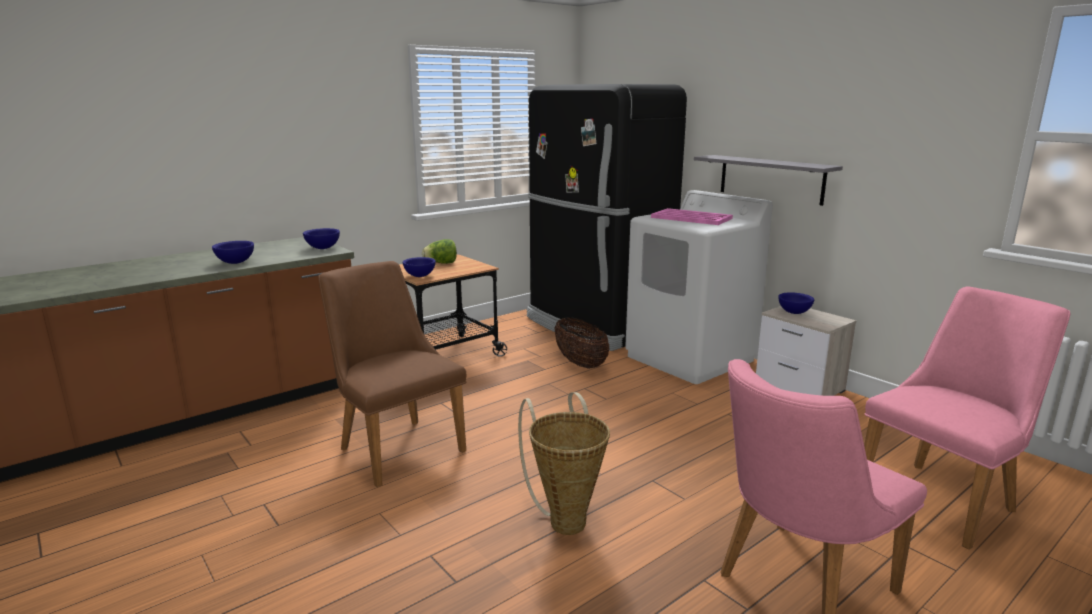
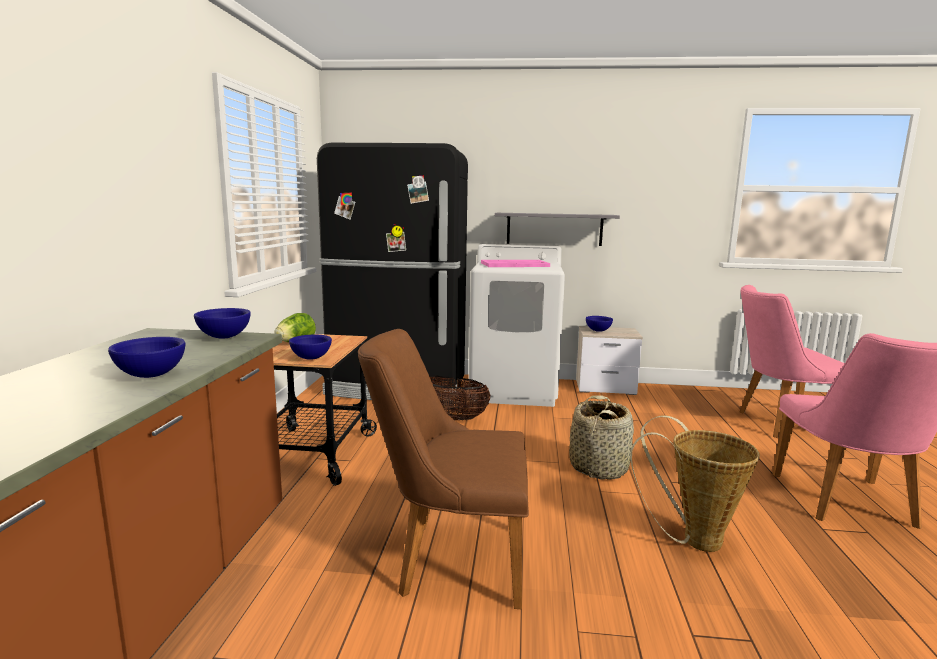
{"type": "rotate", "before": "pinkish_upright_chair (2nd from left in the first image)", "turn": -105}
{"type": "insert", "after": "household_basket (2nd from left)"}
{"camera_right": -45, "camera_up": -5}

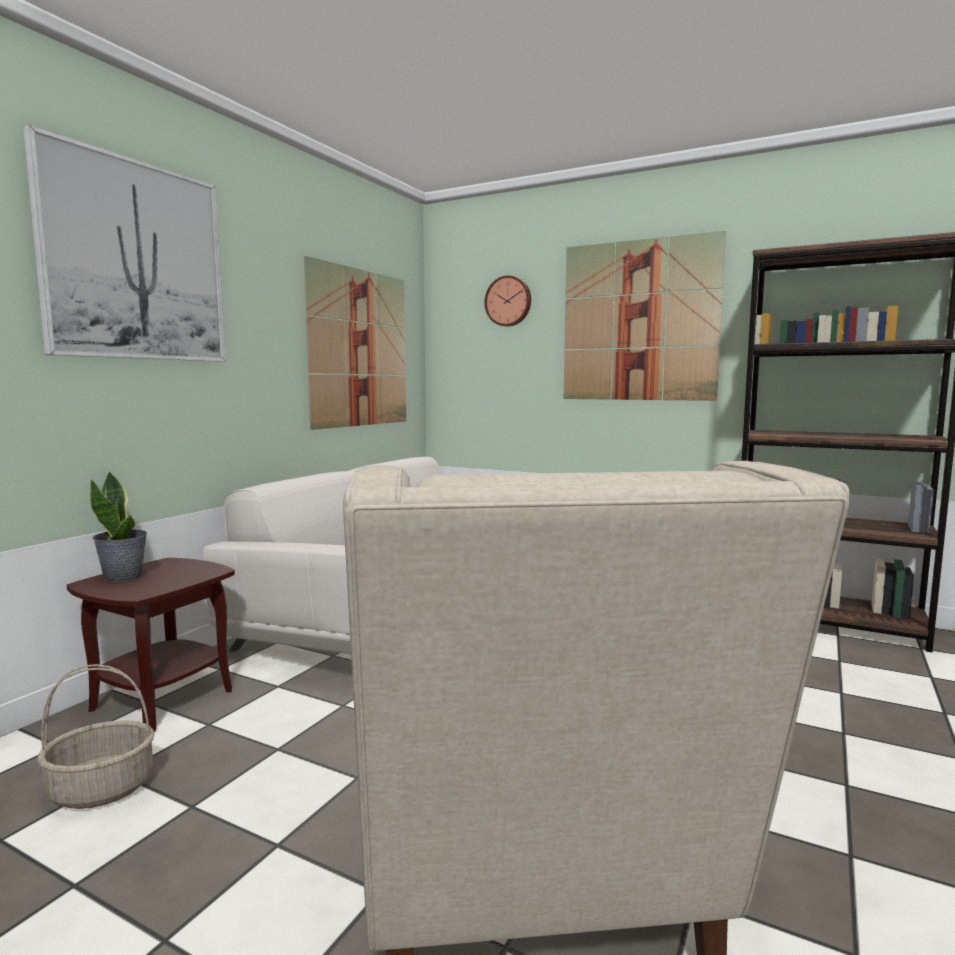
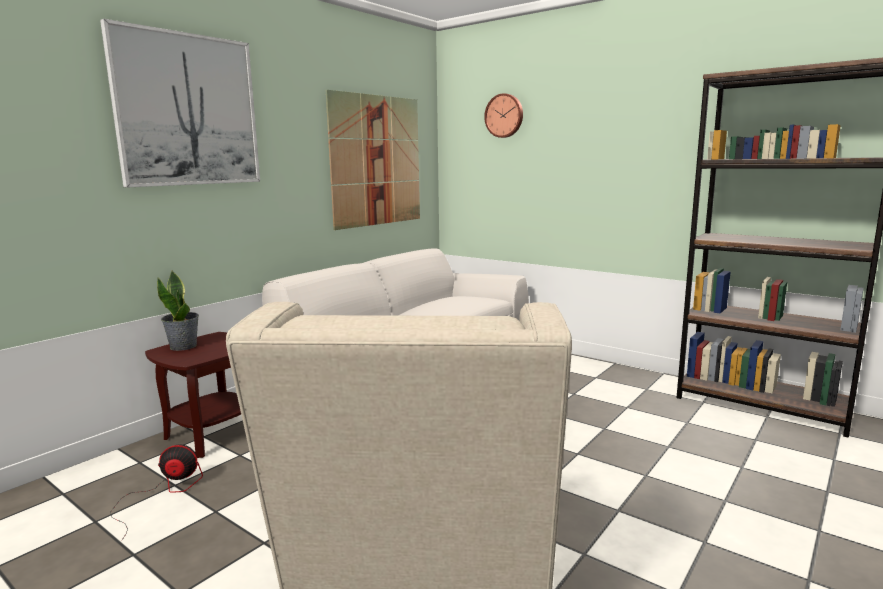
{"type": "delete", "before": "picture (3rd from left)"}
{"type": "replace", "before": "household_basket", "after": "cooling_fan"}
{"camera_right": 10, "camera_up": 5}

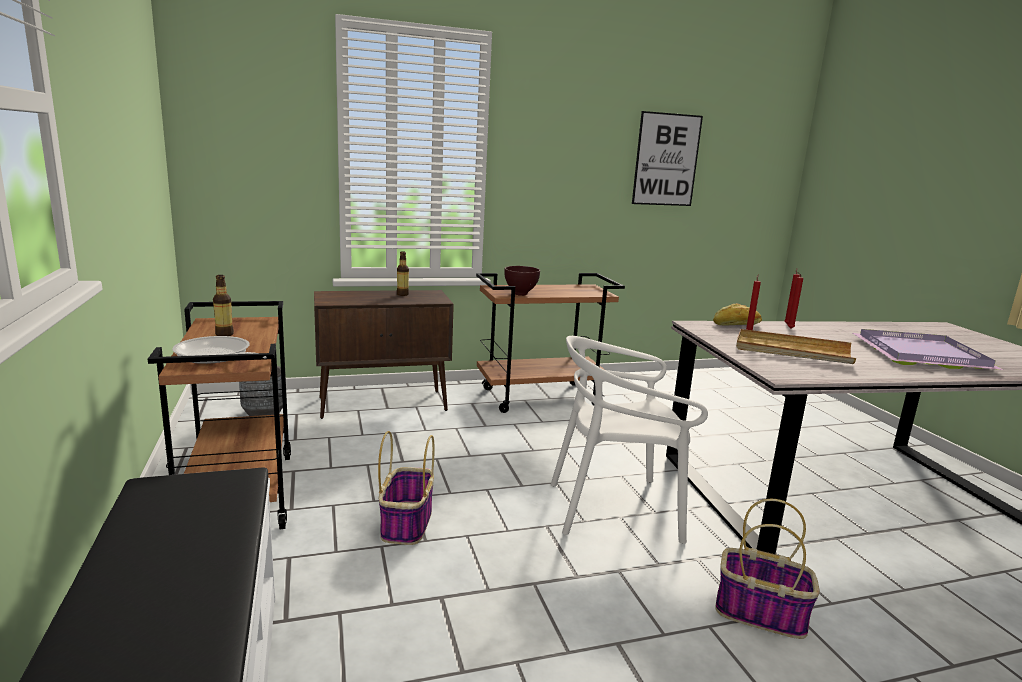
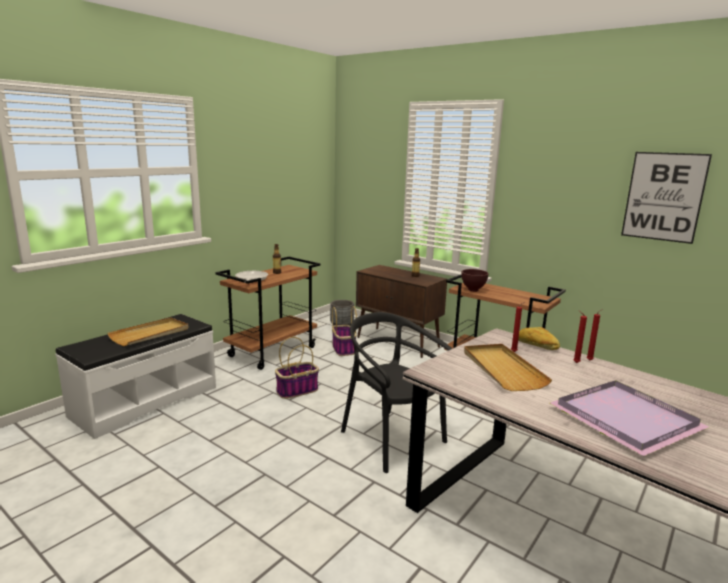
{"type": "recolor", "before": "white_upright_chair", "after": "black-coloured_upright_chair"}
{"type": "move", "before": "household_basket (2nd from left)"}
{"type": "insert", "after": "beige_serving_tray (1st from left)"}
{"camera_right": 55, "camera_up": 0}

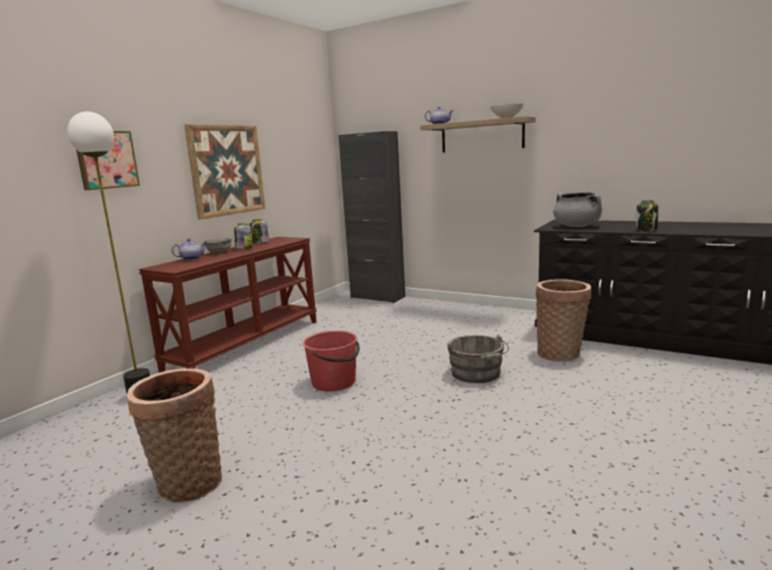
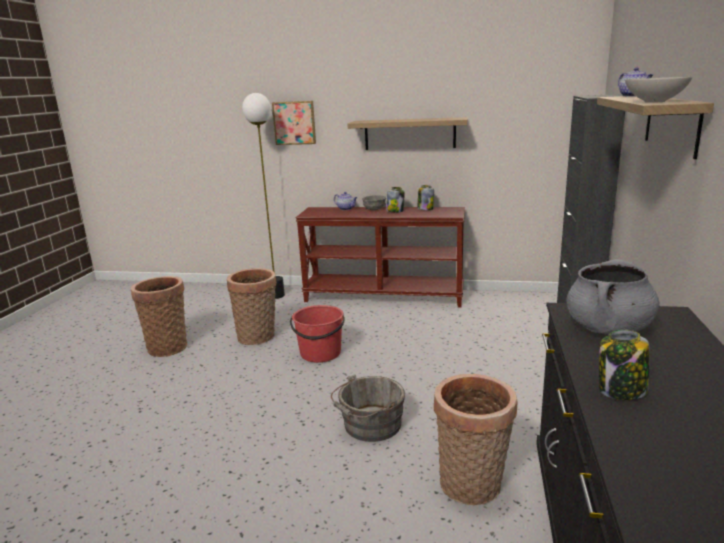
{"type": "replace", "before": "picture (2nd from left)", "after": "wall_shelf (1st from left)"}
{"type": "insert", "after": "household_basket (2nd from left)"}
{"camera_right": 70, "camera_up": 5}

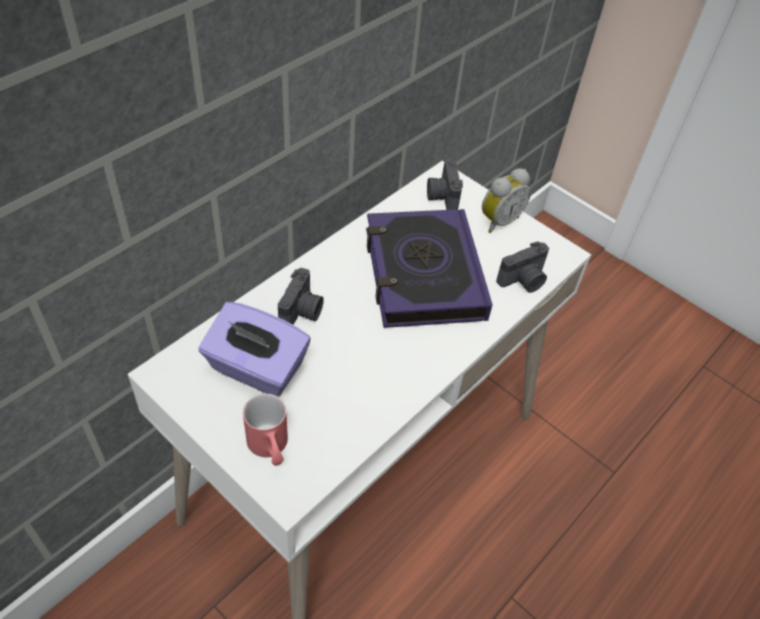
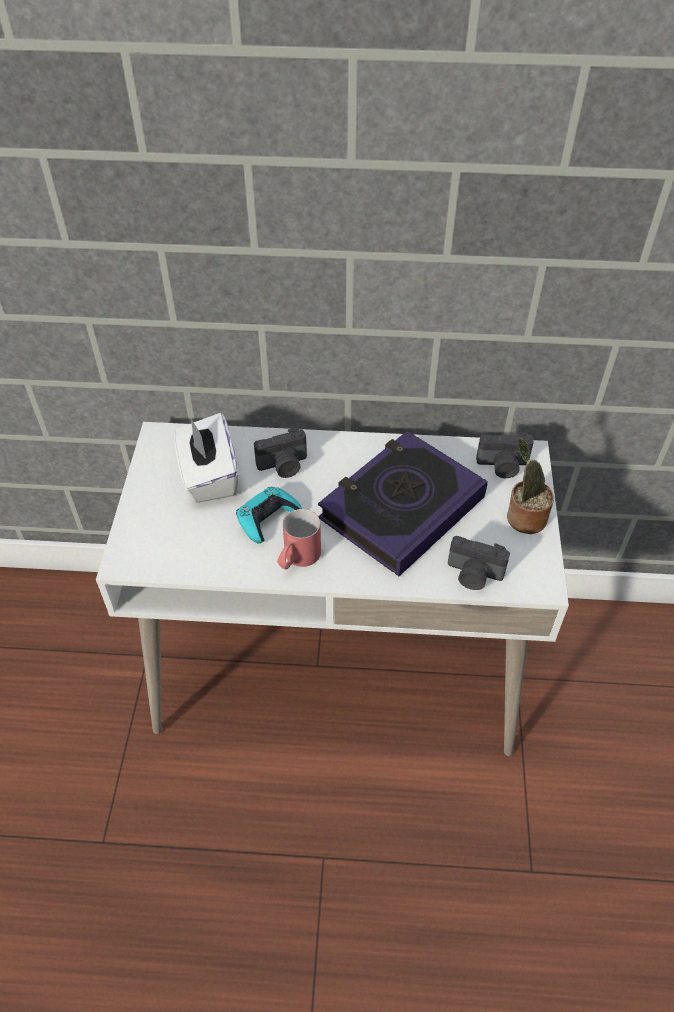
{"type": "rotate", "before": "photo_camera (2nd from left in the first image)", "turn": -135}
{"type": "replace", "before": "table_clock", "after": "houseplant"}
{"type": "recolor", "before": "purplish_tissue_holder", "after": "white_tissue_holder"}
{"type": "move", "before": "red-coloured_mug"}
{"type": "insert", "after": "turquoise_game_controller"}
{"camera_right": 55, "camera_up": 0}

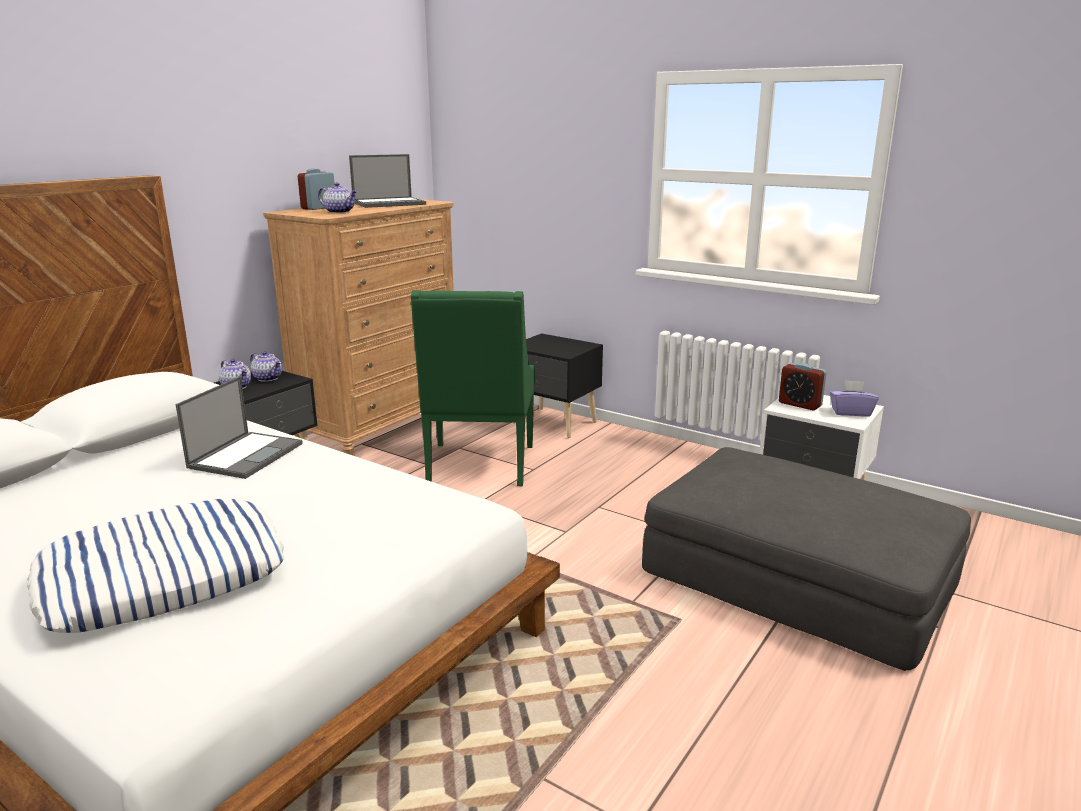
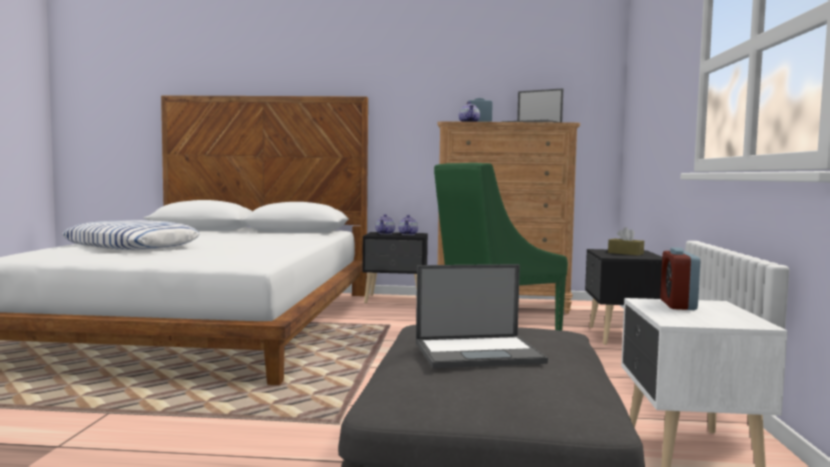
{"type": "move", "before": "portable_computer (1st from left)"}
{"type": "delete", "before": "purplish_tissue_holder"}
{"type": "insert", "after": "brown_tissue_holder"}
{"camera_right": 60, "camera_up": -15}

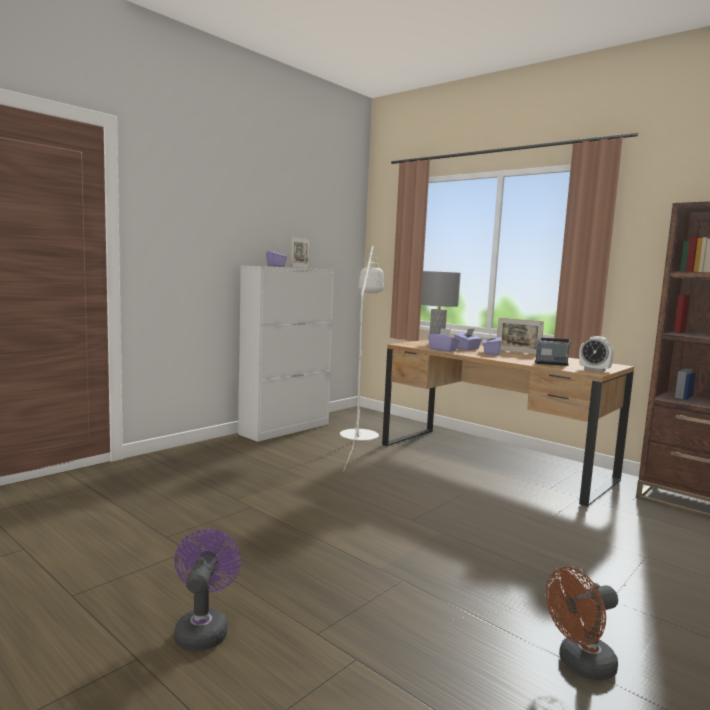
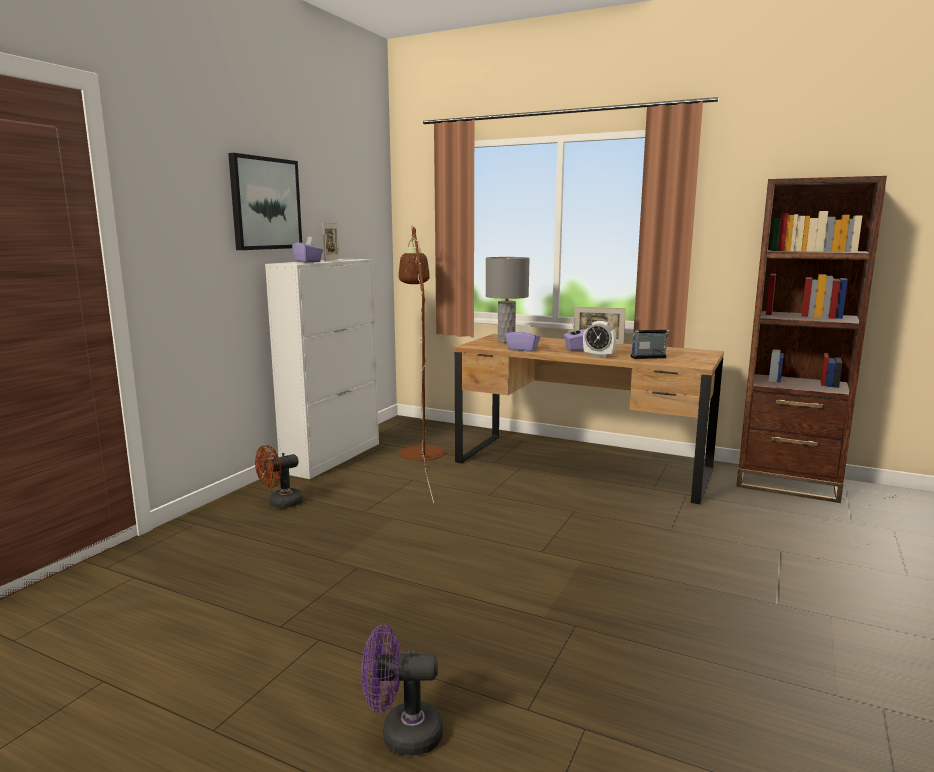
{"type": "recolor", "before": "white_floor_lamp", "after": "brown_floor_lamp"}
{"type": "delete", "before": "purplish_tissue_holder (3rd from left)"}
{"type": "move", "before": "table_clock"}
{"type": "rotate", "before": "purplish_cooling_fan", "turn": -75}
{"type": "move", "before": "brown_cooling_fan"}
{"type": "insert", "after": "picture"}
{"camera_right": -15, "camera_up": 5}

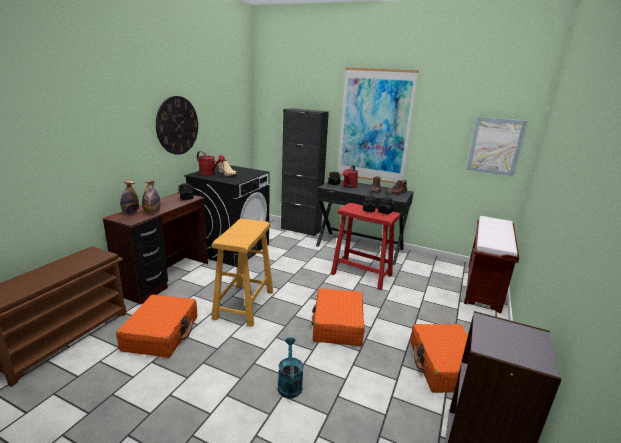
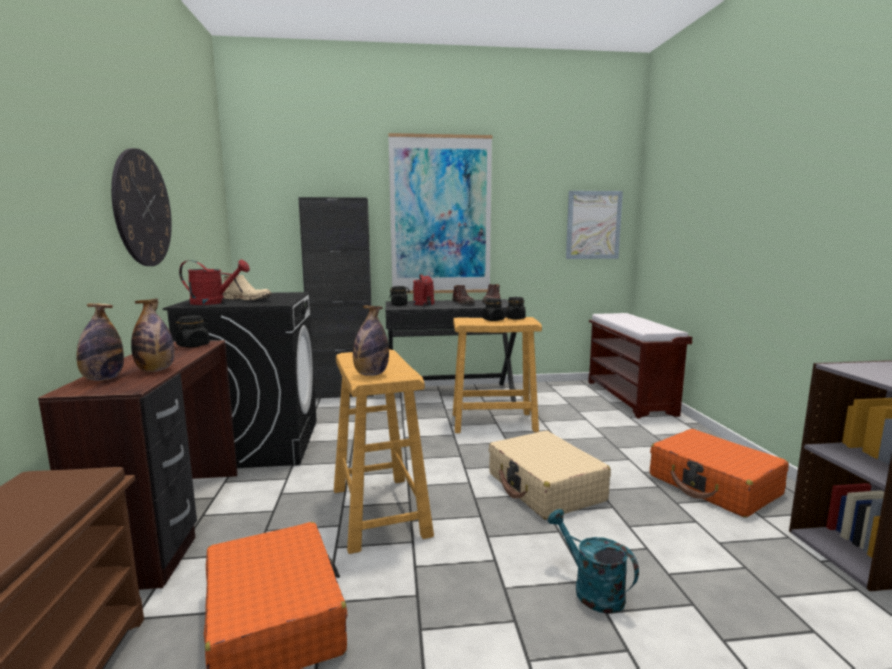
{"type": "recolor", "before": "red-coloured_stool_seat", "after": "beige_stool_seat (2nd from left)"}
{"type": "recolor", "before": "orange-coloured_travel_case (2nd from left)", "after": "beige_travel_case"}
{"type": "insert", "after": "bottle (3rd from left)"}
{"camera_right": -30, "camera_up": -10}

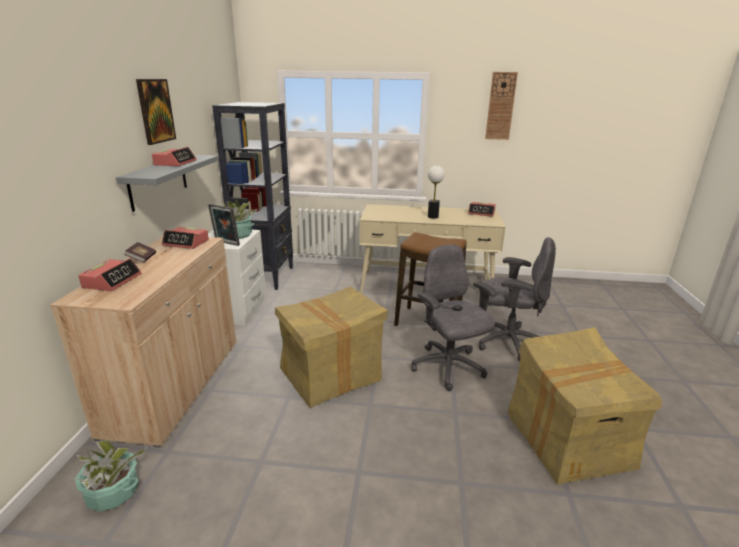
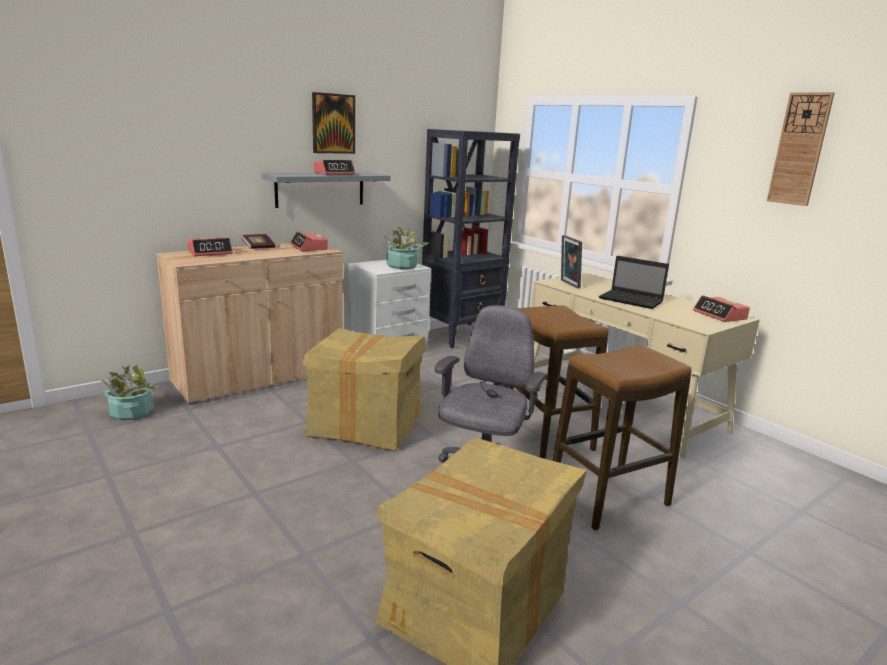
{"type": "replace", "before": "table_lamp", "after": "portable_computer"}
{"type": "move", "before": "standing_frame"}
{"type": "replace", "before": "grey_computer_chair (2nd from left)", "after": "stool_seat (2nd from left)"}
{"camera_right": 45, "camera_up": -5}

